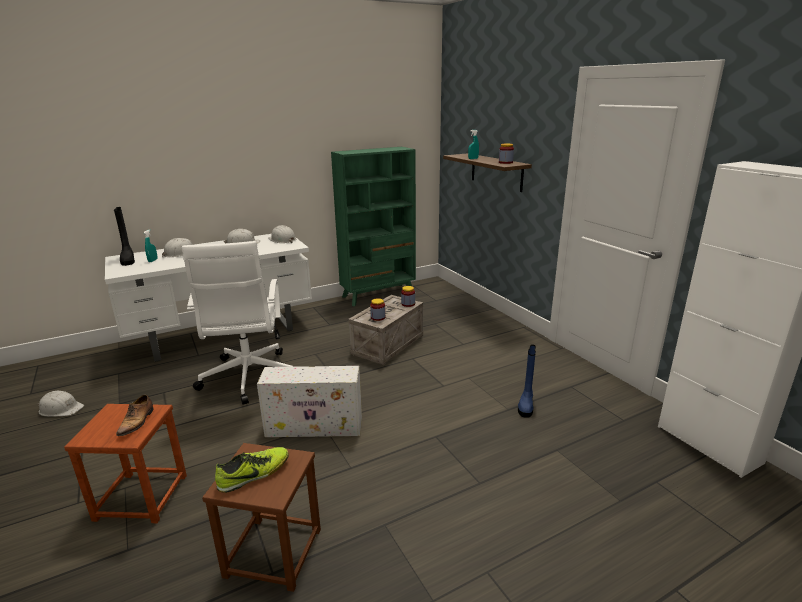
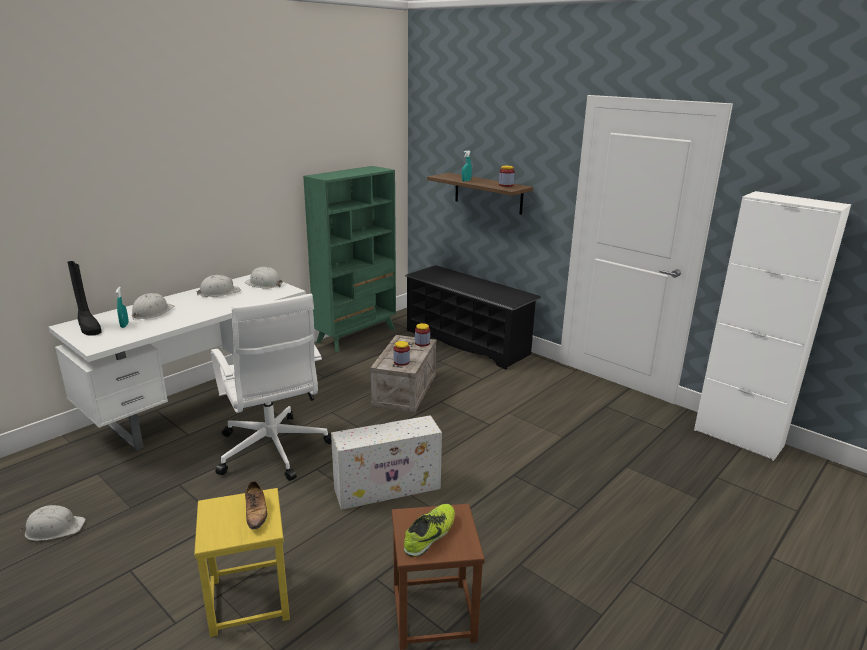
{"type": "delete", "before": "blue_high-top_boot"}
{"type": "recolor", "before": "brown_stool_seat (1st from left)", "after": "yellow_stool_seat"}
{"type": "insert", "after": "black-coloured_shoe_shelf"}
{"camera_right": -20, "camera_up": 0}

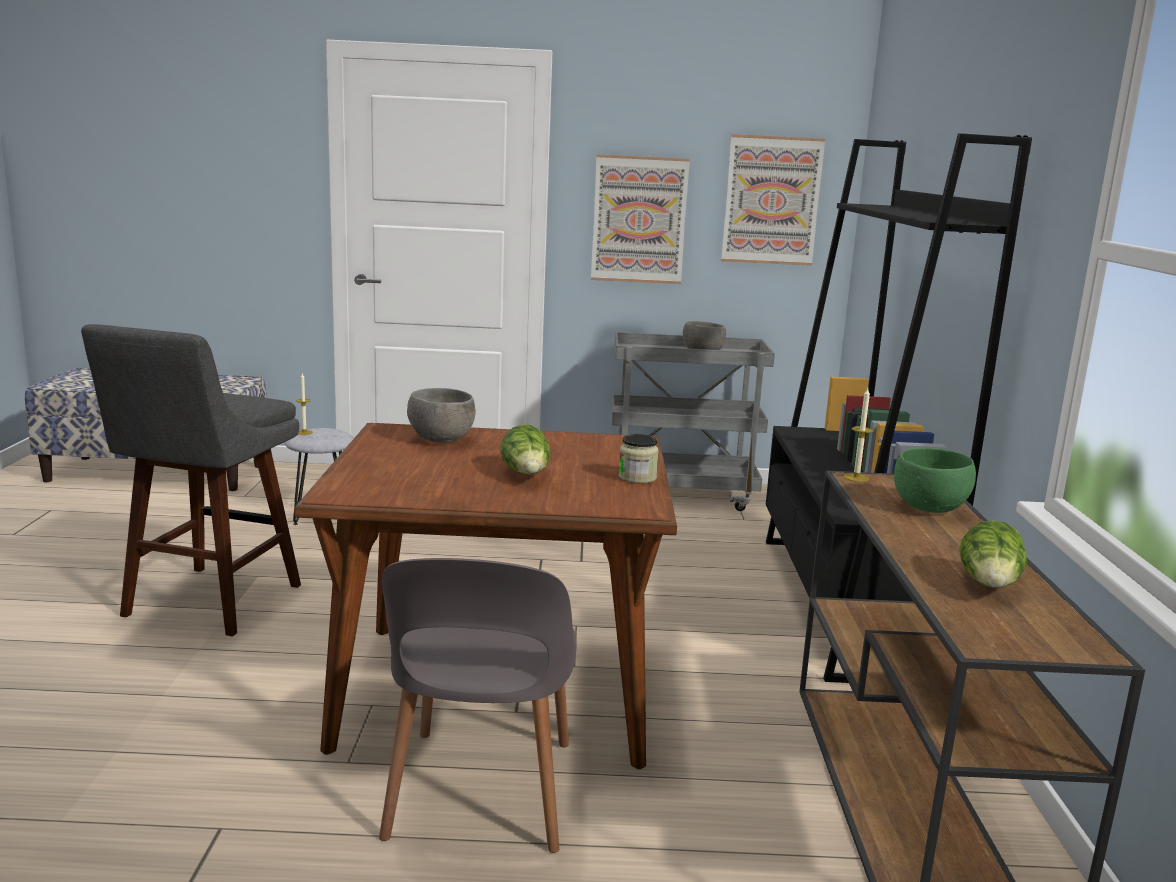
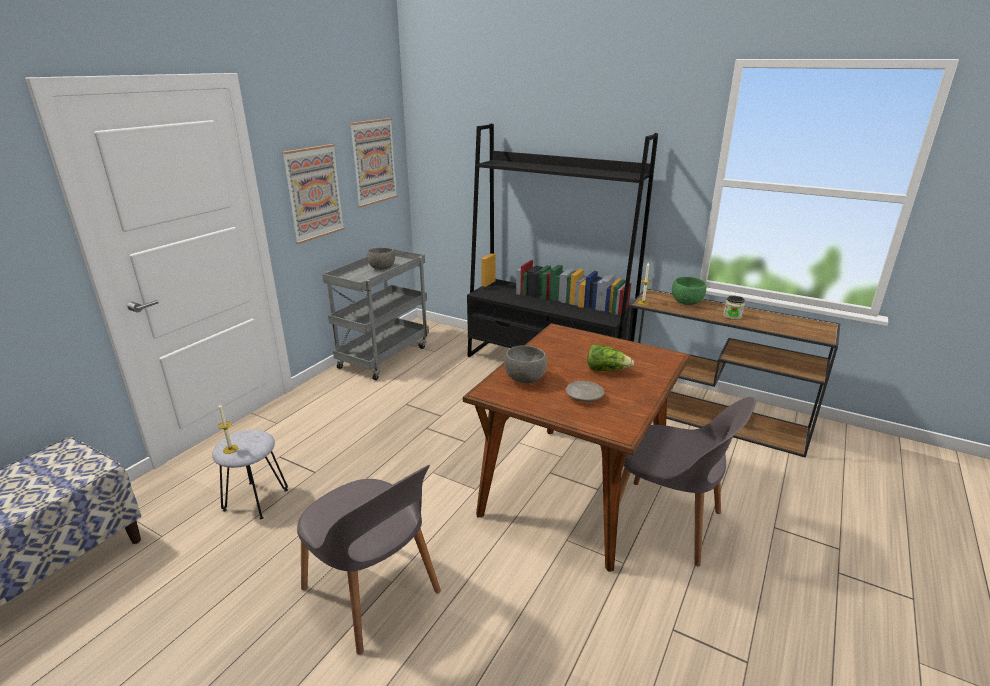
{"type": "replace", "before": "grey_stool_seat (1st from left)", "after": "grey_upright_chair (1st from left)"}
{"type": "move", "before": "storage_jar"}
{"type": "delete", "before": "lettuce_head (2nd from left)"}
{"type": "insert", "after": "beige_plate"}
{"camera_right": -60, "camera_up": 10}

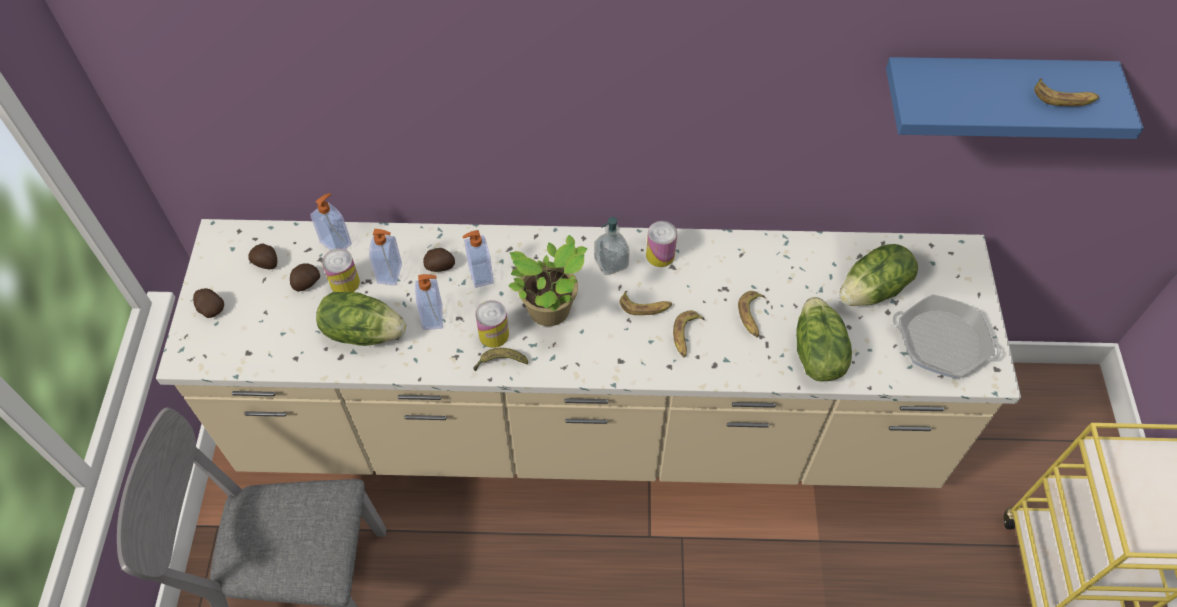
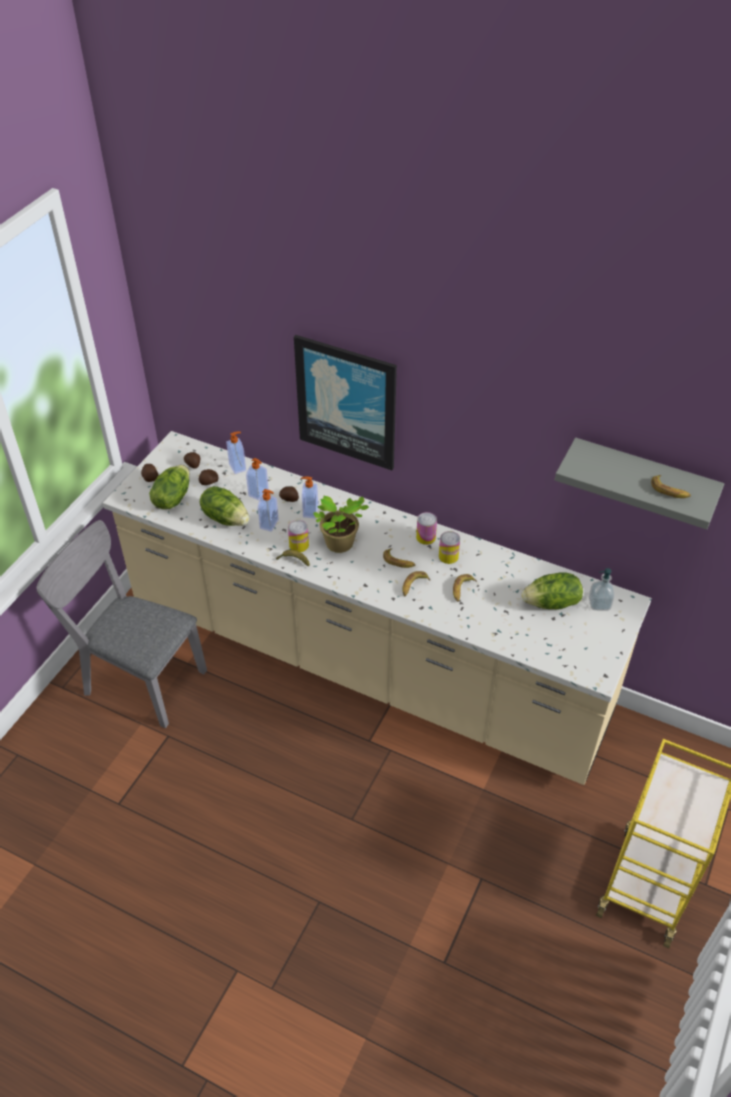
{"type": "recolor", "before": "blue_wall_shelf", "after": "grey_wall_shelf"}
{"type": "move", "before": "soap_dispenser (5th from left)"}
{"type": "move", "before": "sealed_can (1st from left in the first image)", "after": "sealed_can (3rd from left)"}
{"type": "delete", "before": "pan"}
{"type": "move", "before": "lettuce_head (2nd from left in the first image)", "after": "lettuce_head (1st from left)"}
{"type": "insert", "after": "picture"}
{"camera_right": 25, "camera_up": -10}

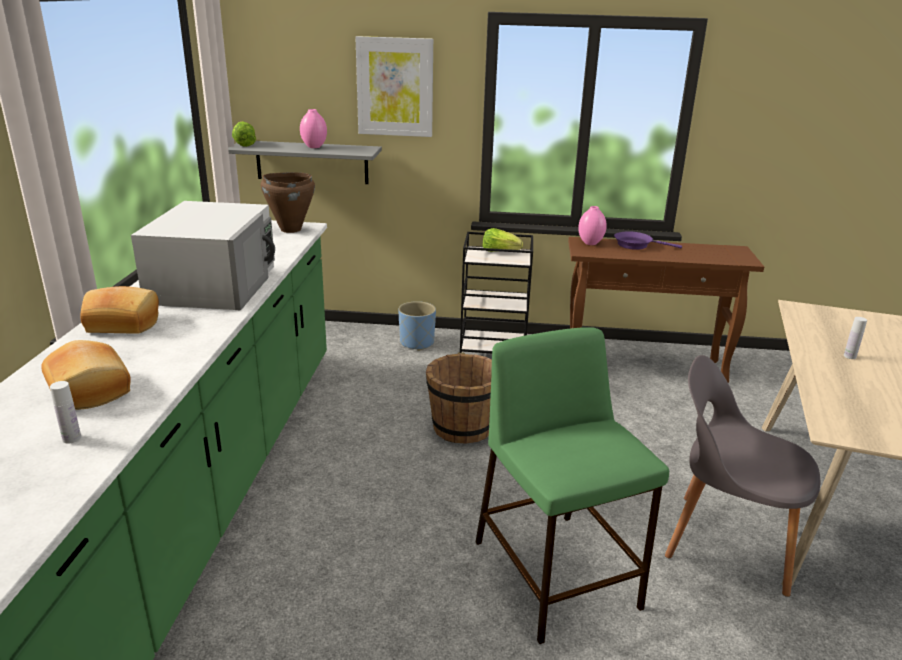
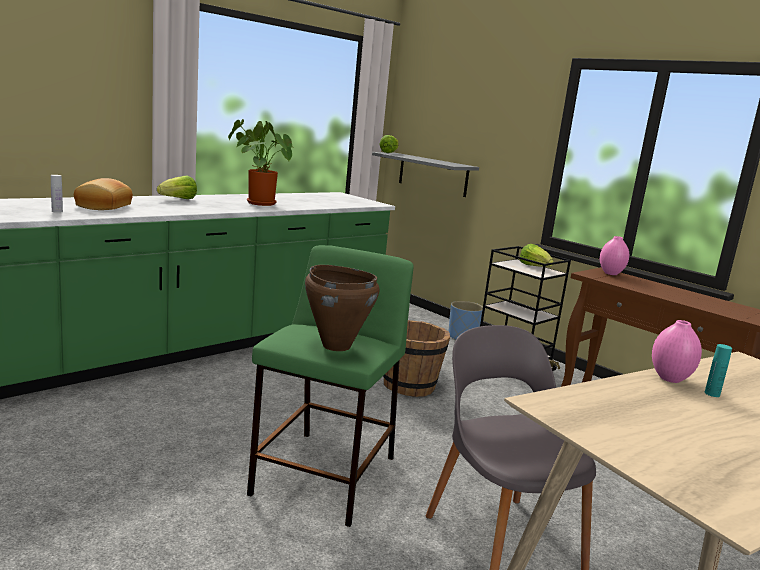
{"type": "delete", "before": "picture"}
{"type": "move", "before": "pinkish_decorative_vase (1st from left in the first image)", "after": "pinkish_decorative_vase (2nd from left)"}
{"type": "move", "before": "brown_saucepot"}
{"type": "replace", "before": "white_microwave_oven", "after": "houseplant"}
{"type": "delete", "before": "purplish_pan"}
{"type": "replace", "before": "baked_bread (2nd from left)", "after": "lettuce_head (1st from left)"}
{"type": "recolor", "before": "white_bottle (2nd from left)", "after": "turquoise_bottle"}
{"camera_right": 40, "camera_up": -10}

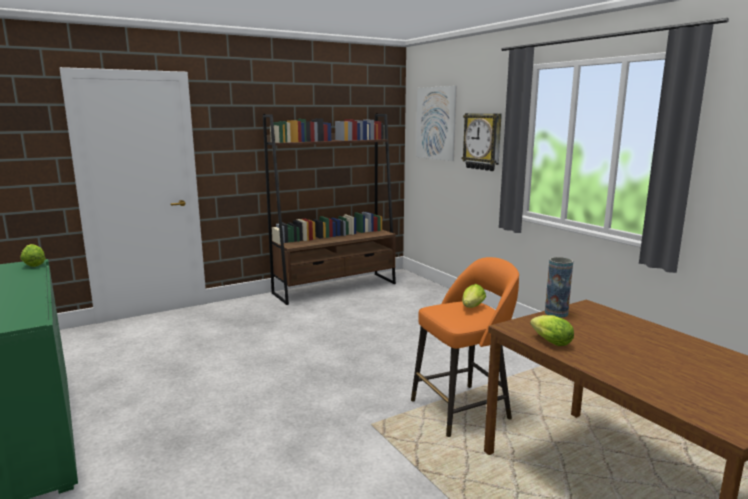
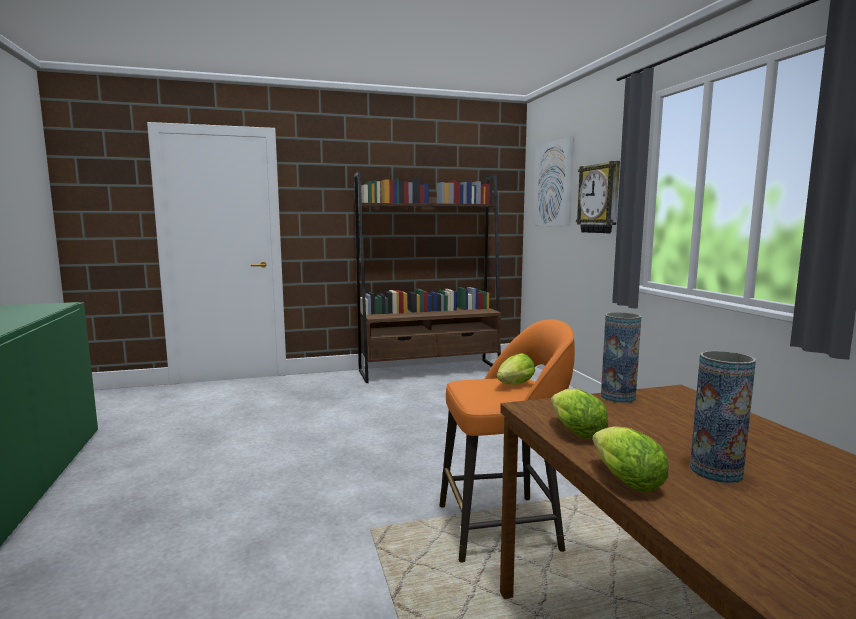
{"type": "move", "before": "lettuce_head (1st from left in the first image)", "after": "lettuce_head (3rd from left)"}
{"type": "insert", "after": "decorative_vase (2nd from left)"}
{"camera_right": 15, "camera_up": -5}

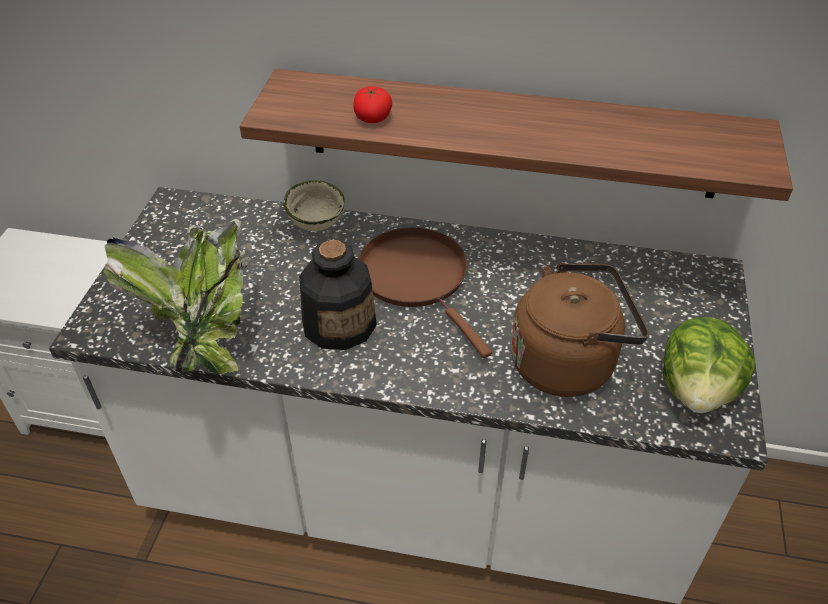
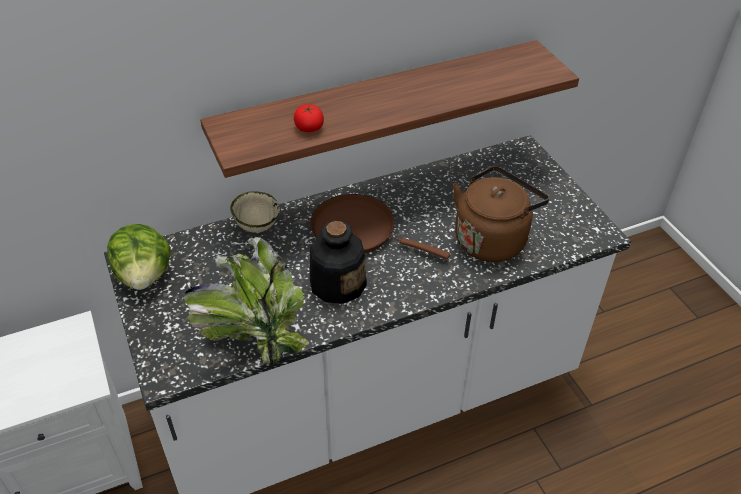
{"type": "move", "before": "lettuce_head"}
{"camera_right": -35, "camera_up": 0}

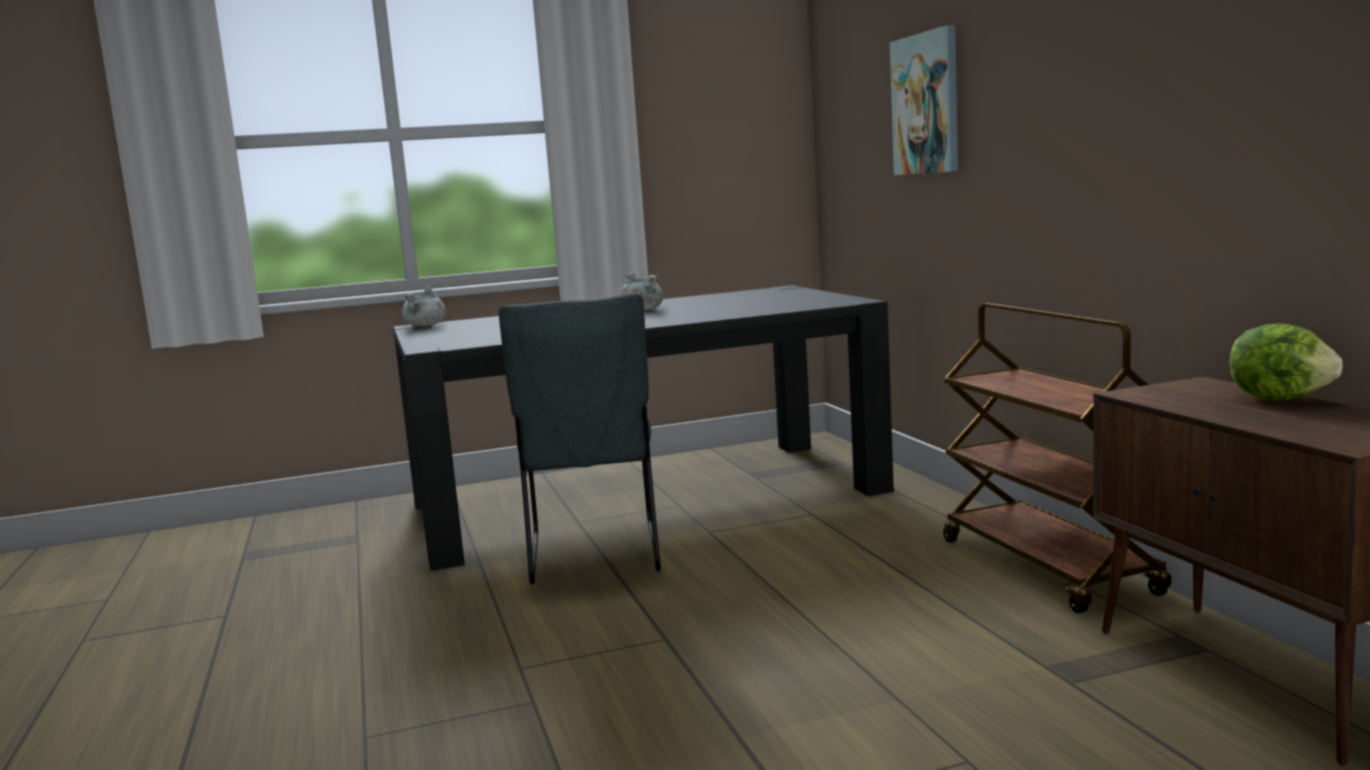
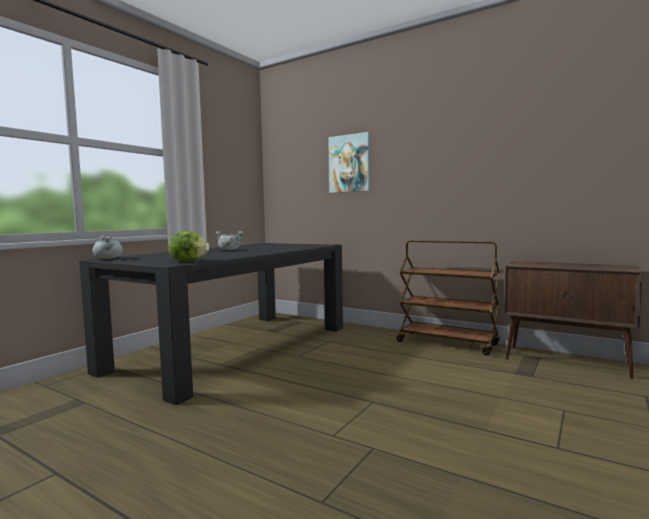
{"type": "delete", "before": "grey_upright_chair"}
{"type": "move", "before": "lettuce_head"}
{"camera_right": -40, "camera_up": -5}

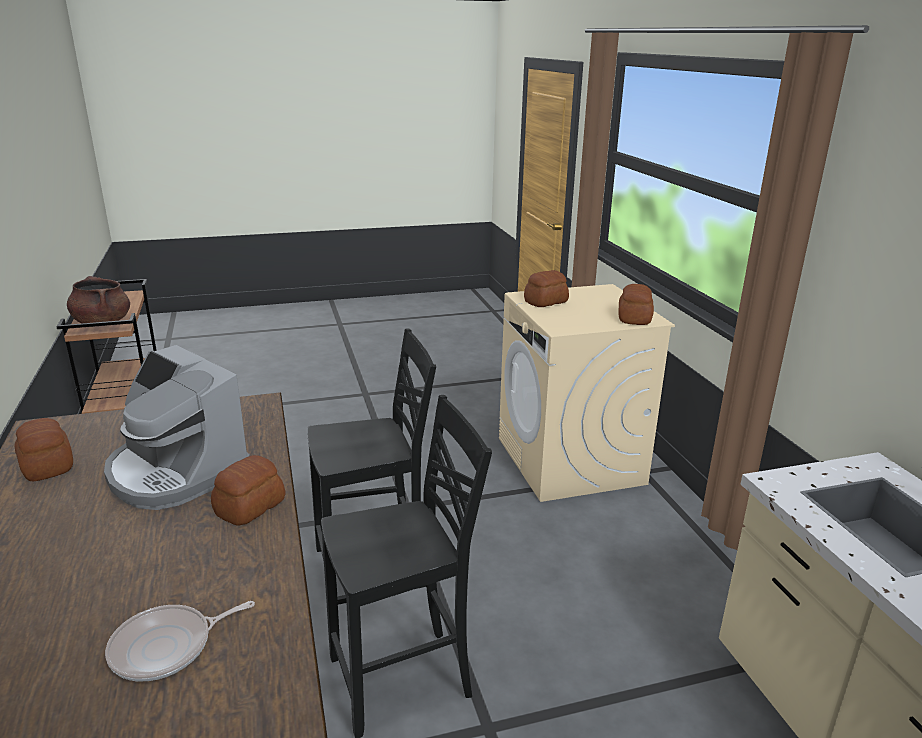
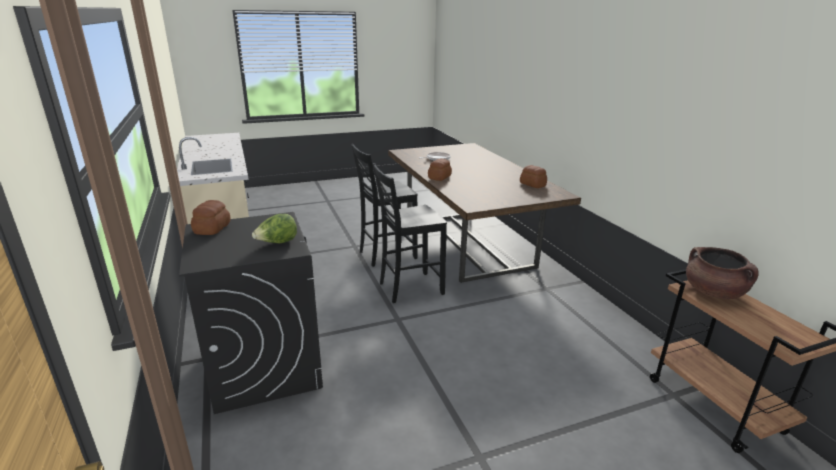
{"type": "replace", "before": "baked_bread (3rd from left)", "after": "lettuce_head"}
{"type": "recolor", "before": "beige_washing_machine", "after": "black-coloured_washing_machine"}
{"type": "delete", "before": "coffee_brewer"}
{"camera_right": 175, "camera_up": 0}

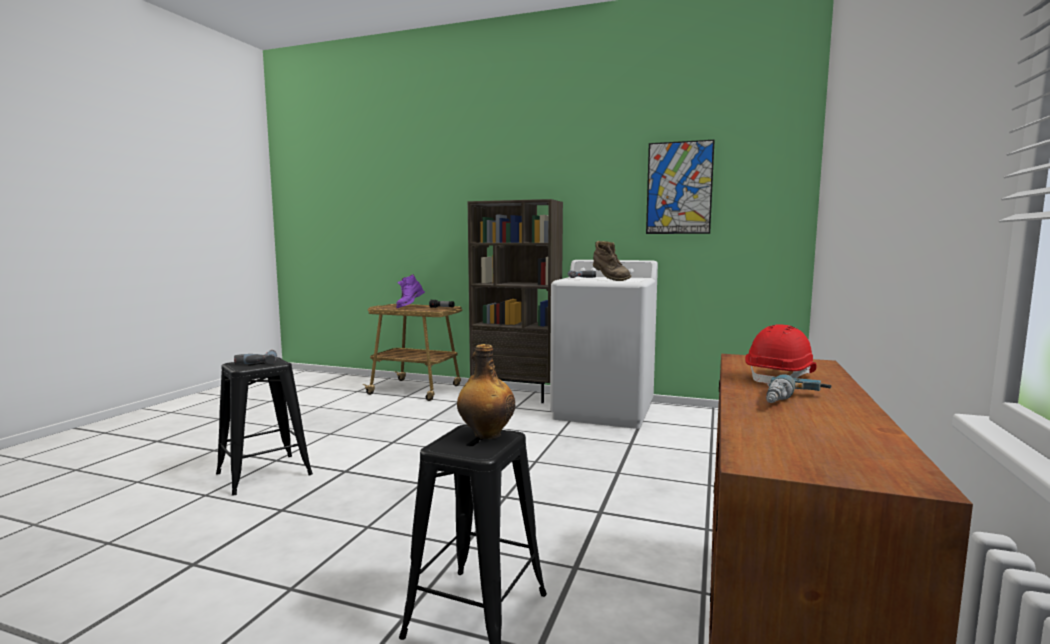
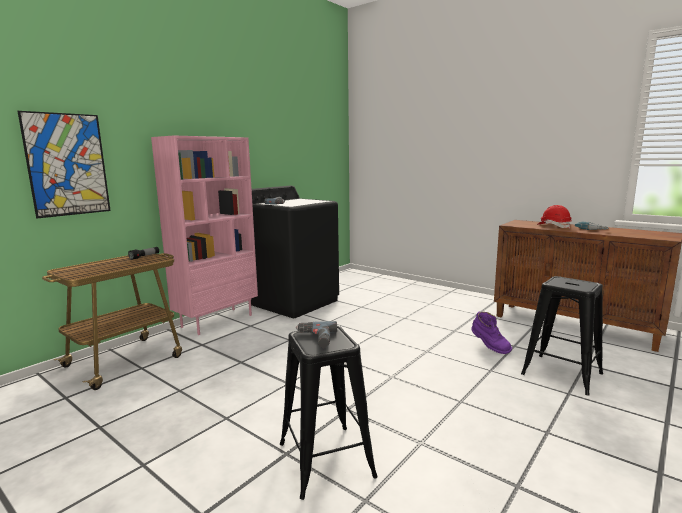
{"type": "move", "before": "picture"}
{"type": "recolor", "before": "brown_bookcase", "after": "pinkish_bookcase"}
{"type": "delete", "before": "brown_high-top_boot"}
{"type": "recolor", "before": "white_washing_machine", "after": "black-coloured_washing_machine"}
{"type": "move", "before": "purplish_high-top_boot"}
{"type": "delete", "before": "bottle"}
{"camera_right": -70, "camera_up": 5}

